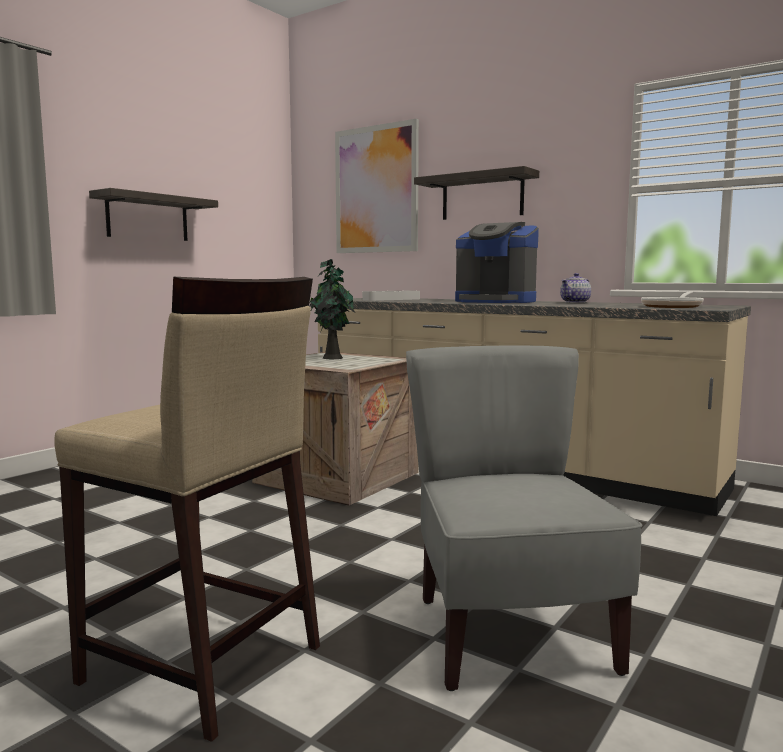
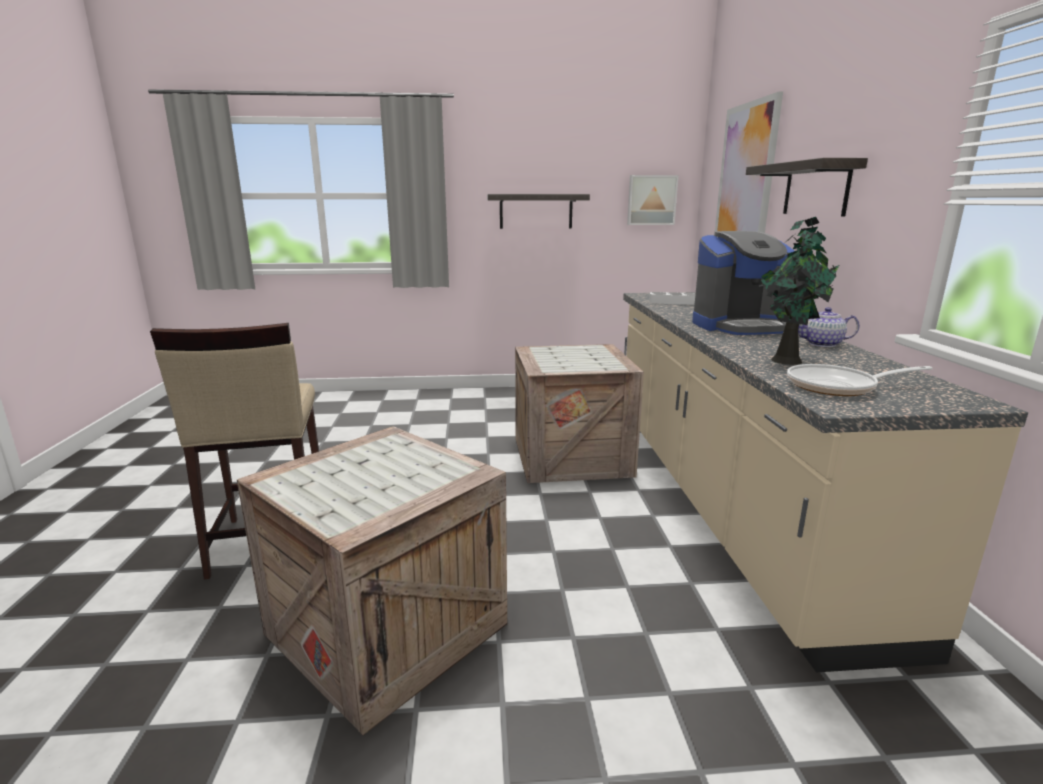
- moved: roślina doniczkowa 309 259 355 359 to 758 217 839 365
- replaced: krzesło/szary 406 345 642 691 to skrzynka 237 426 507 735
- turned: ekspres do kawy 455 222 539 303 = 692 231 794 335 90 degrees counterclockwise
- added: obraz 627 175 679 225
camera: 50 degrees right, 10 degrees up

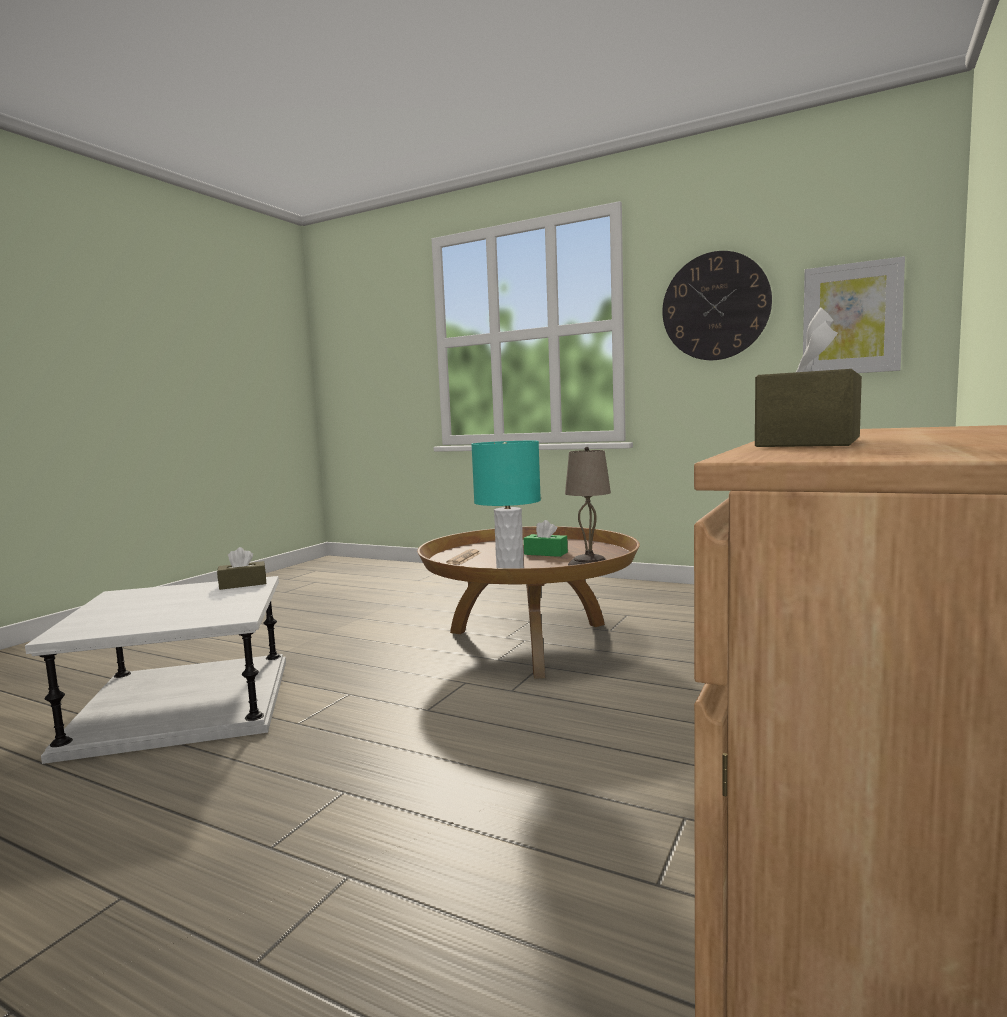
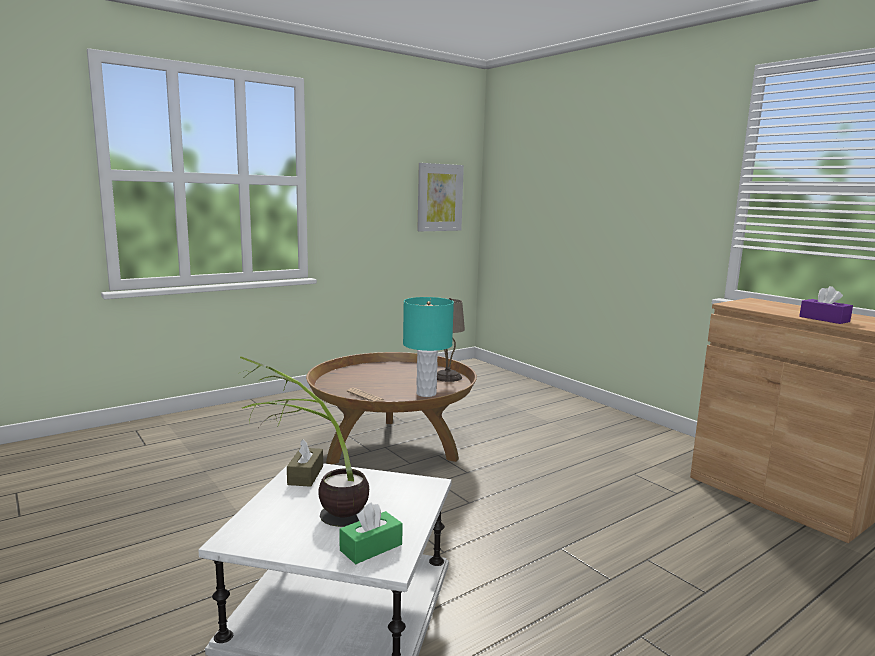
- moved: pudełko chusteczek/zielony 523 520 568 557 to 339 502 403 564
- removed: zegar ścienny 662 251 772 360
- recoloured: pudełko chusteczek/brązowy 755 308 862 447 to pudełko chusteczek/fioletowy 799 286 853 324
- added: roślina doniczkowa 238 356 369 527
camera: 65 degrees left, 5 degrees up

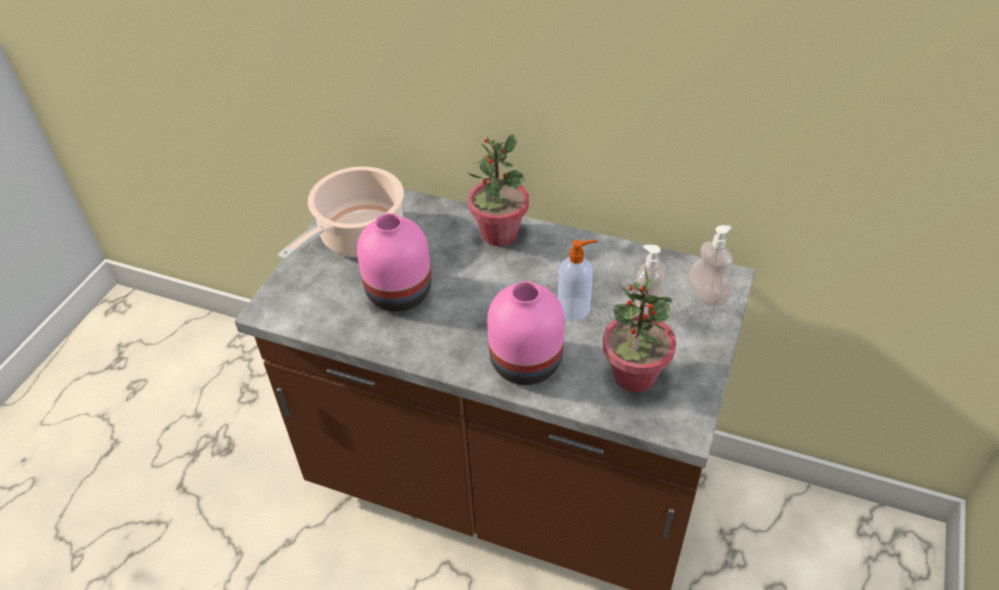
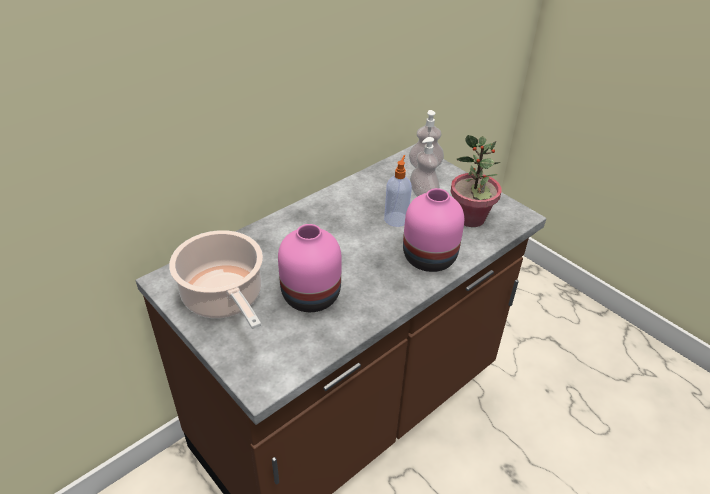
- removed: roślina doniczkowa 467 134 529 246
camera: 65 degrees left, 5 degrees down

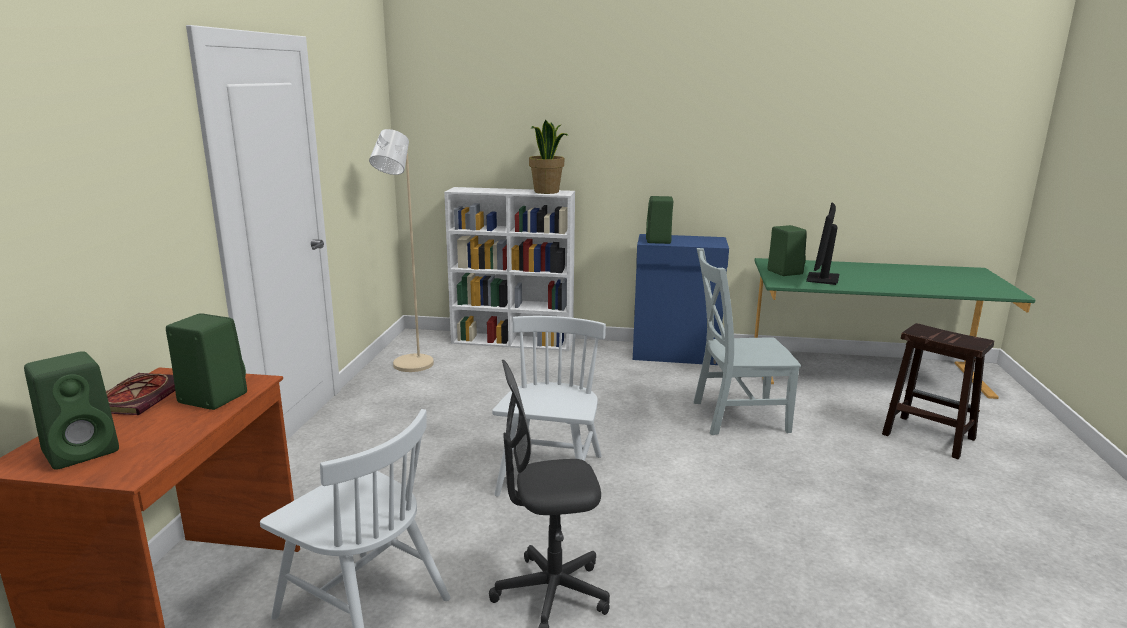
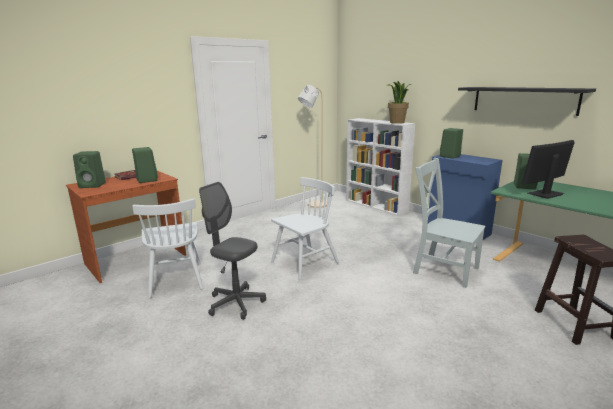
- added: półka/czarny 458 87 596 116
camera: 40 degrees right, 0 degrees up

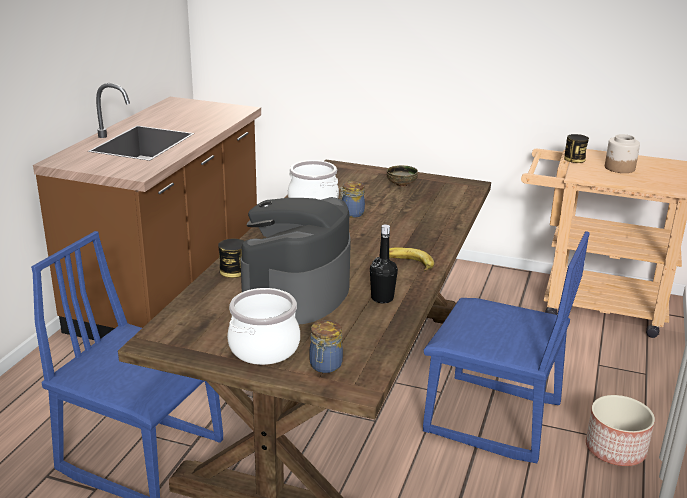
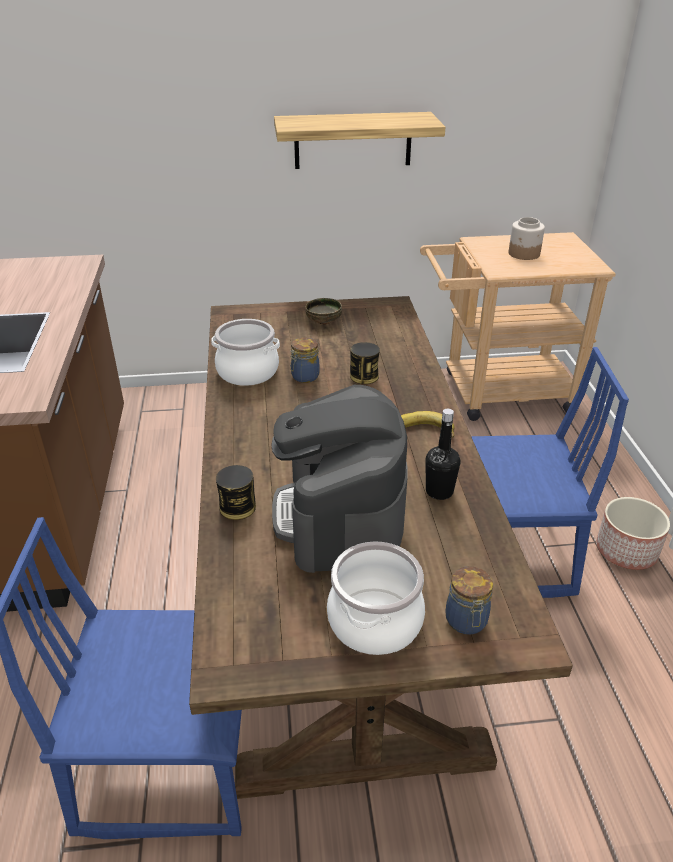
- moved: puszka 564 134 589 163 to 350 342 380 384
- added: półka 274 112 445 169
camera: 25 degrees left, 10 degrees up

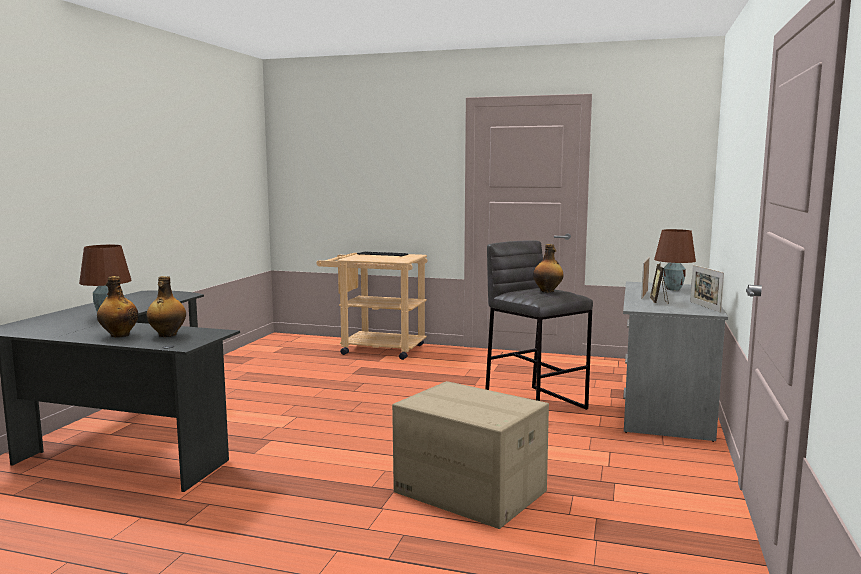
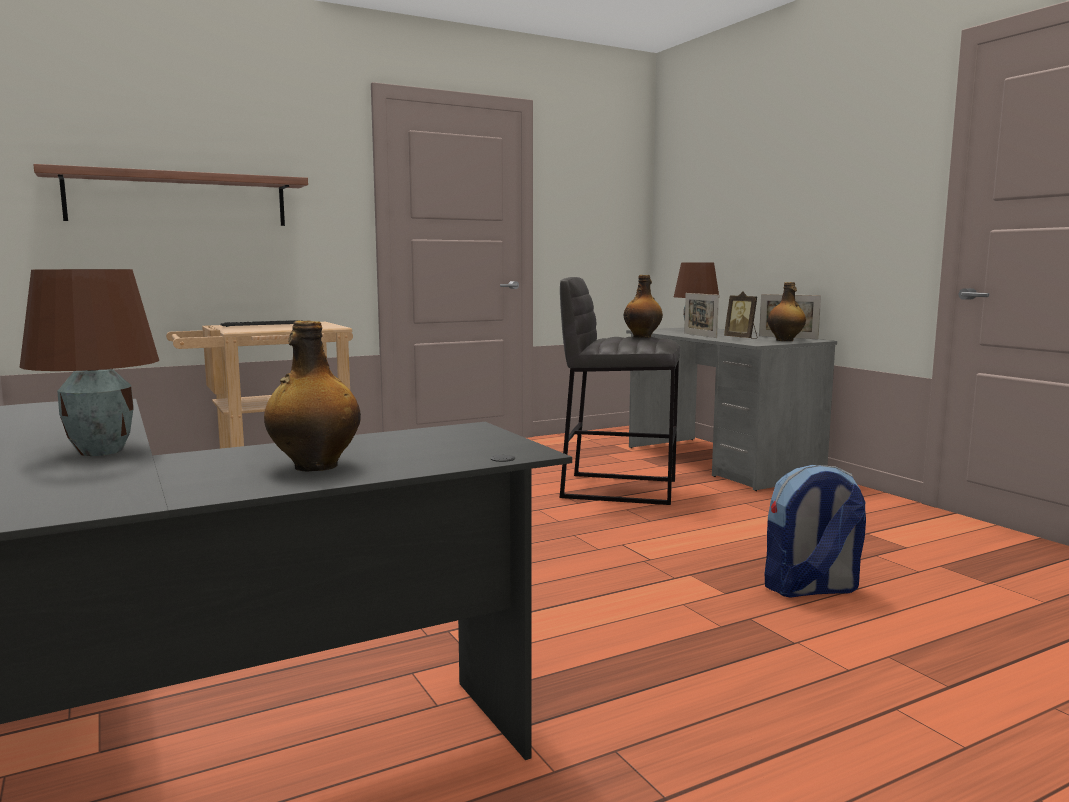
- moved: butelka 146 276 186 337 to 768 282 806 341
- replaced: karton 392 381 549 529 to plecak 765 465 866 598
- added: półka 33 164 308 226
camera: 45 degrees left, 0 degrees up

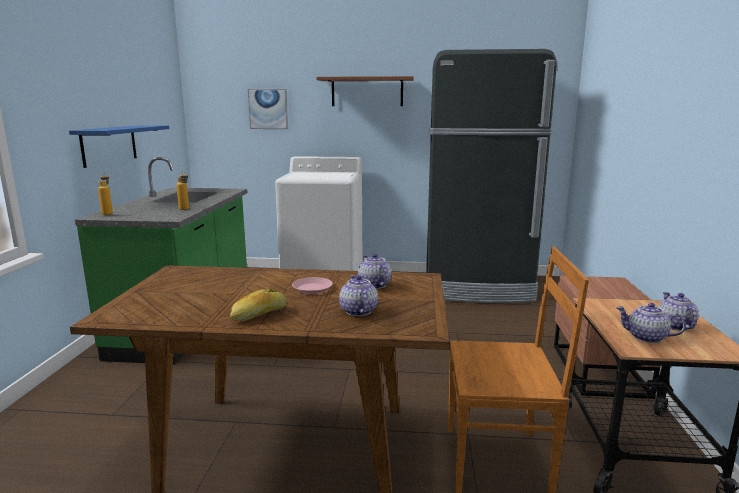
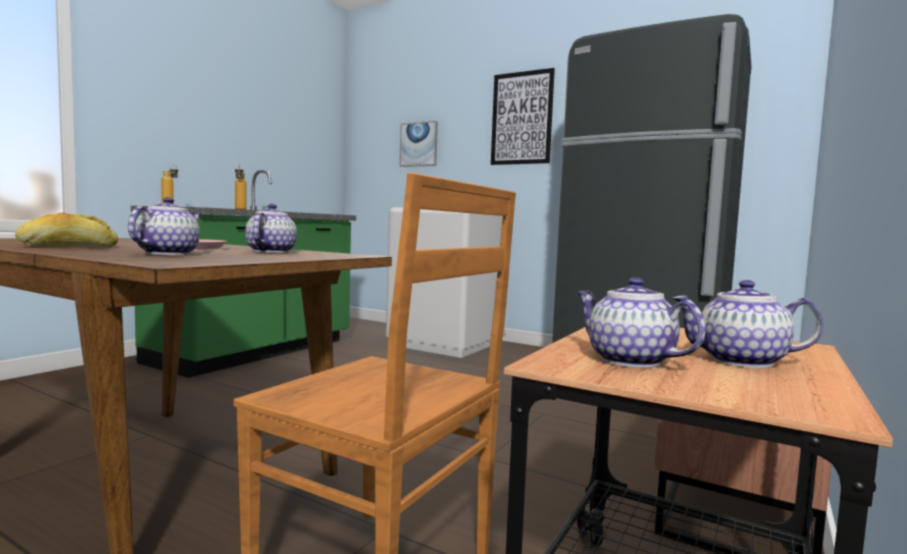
- removed: półka/niebieski 69 125 169 168
- replaced: półka/brązowy 316 76 414 106 to obraz 491 68 555 165
- turned: imbryk 658 292 699 331 = 673 280 824 368 105 degrees counterclockwise
camera: 25 degrees right, 10 degrees down

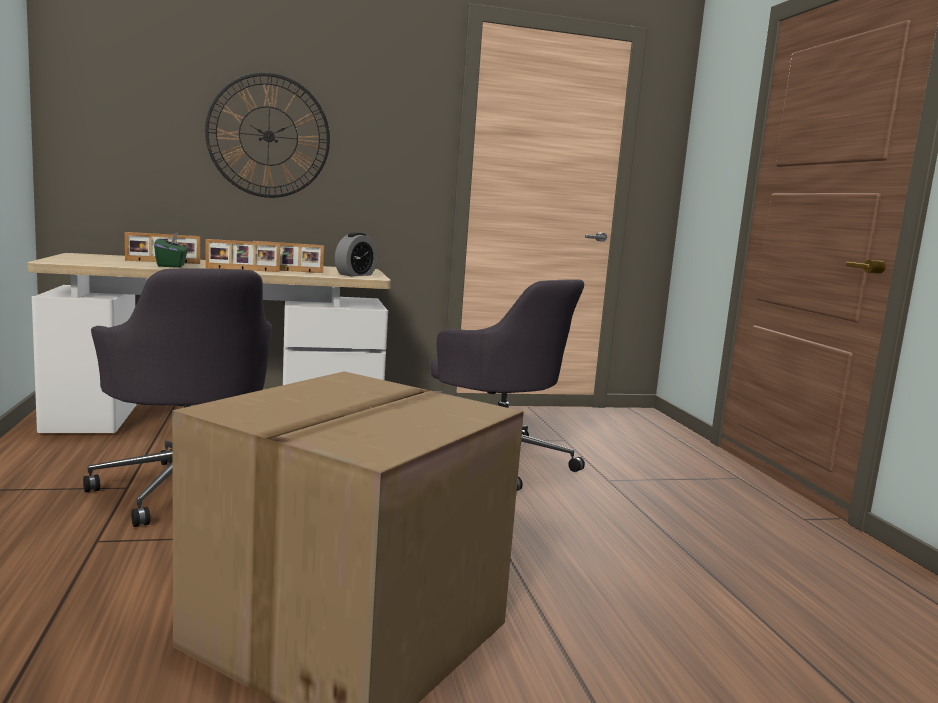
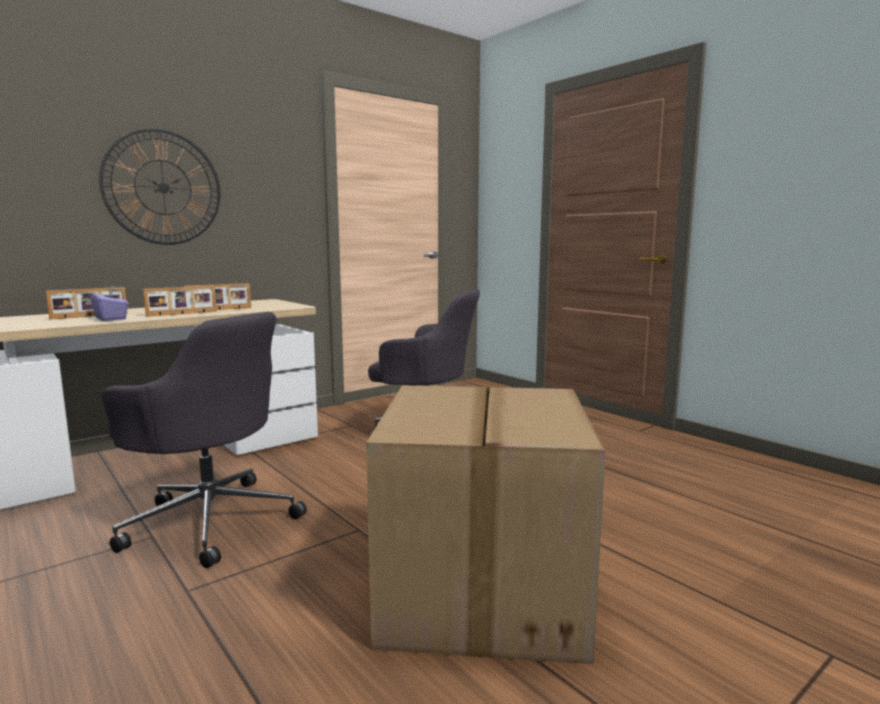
- recoloured: pudełko chusteczek/zielony 154 232 188 268 to pudełko chusteczek/fioletowy 90 286 128 321
- removed: budzik 335 232 378 276
camera: 25 degrees left, 0 degrees up

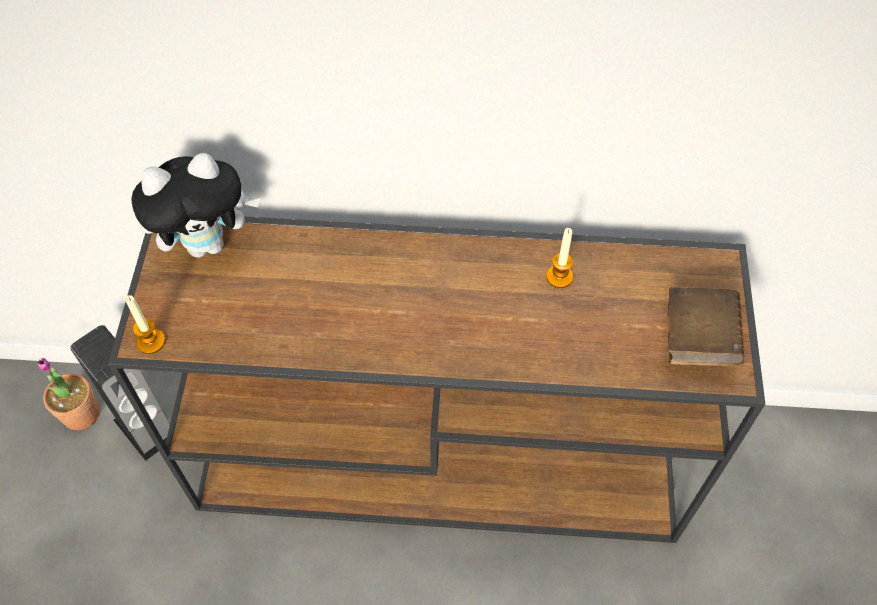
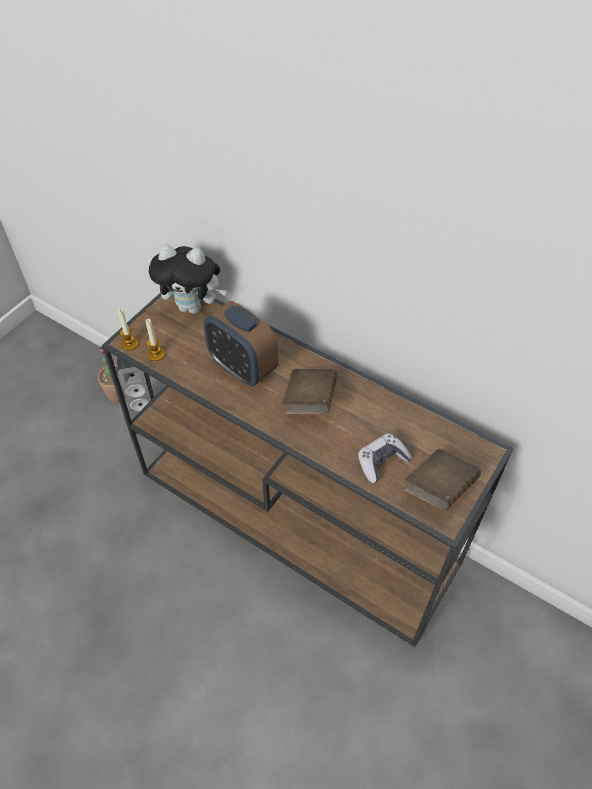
- moved: świeca 546 228 573 288 to 146 319 165 361
- added: budzik 204 301 278 386
- added: książka/brązowy 282 369 337 414
- added: pad do gier 358 433 412 483
camera: 30 degrees right, 5 degrees down

